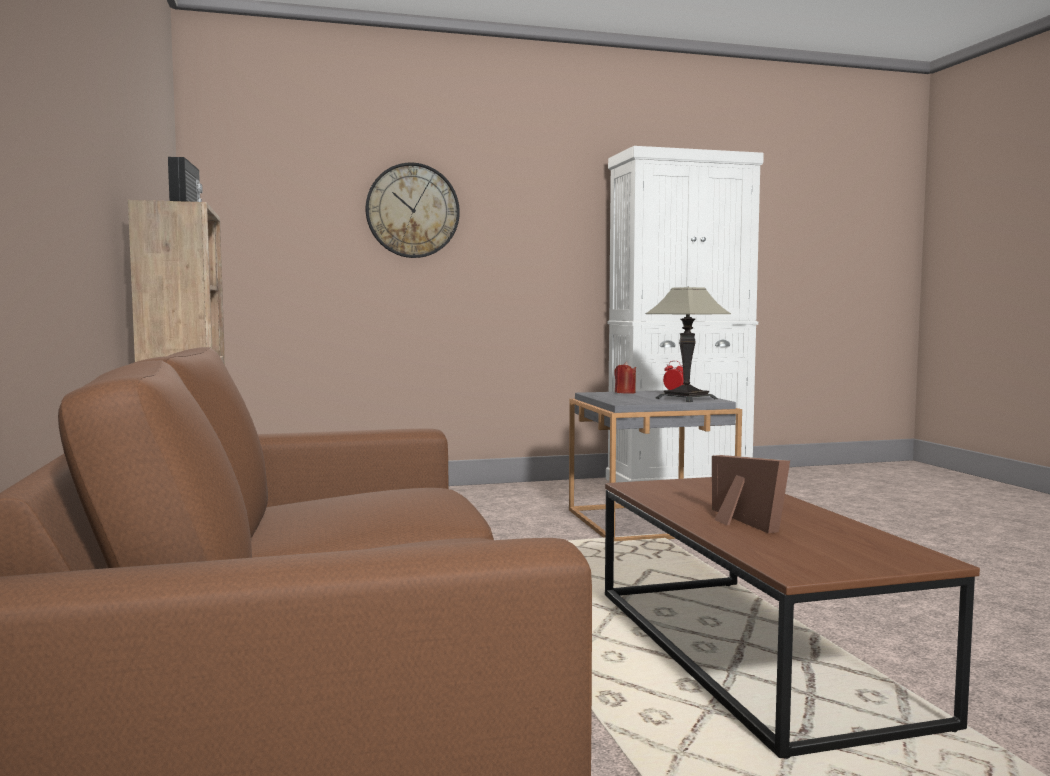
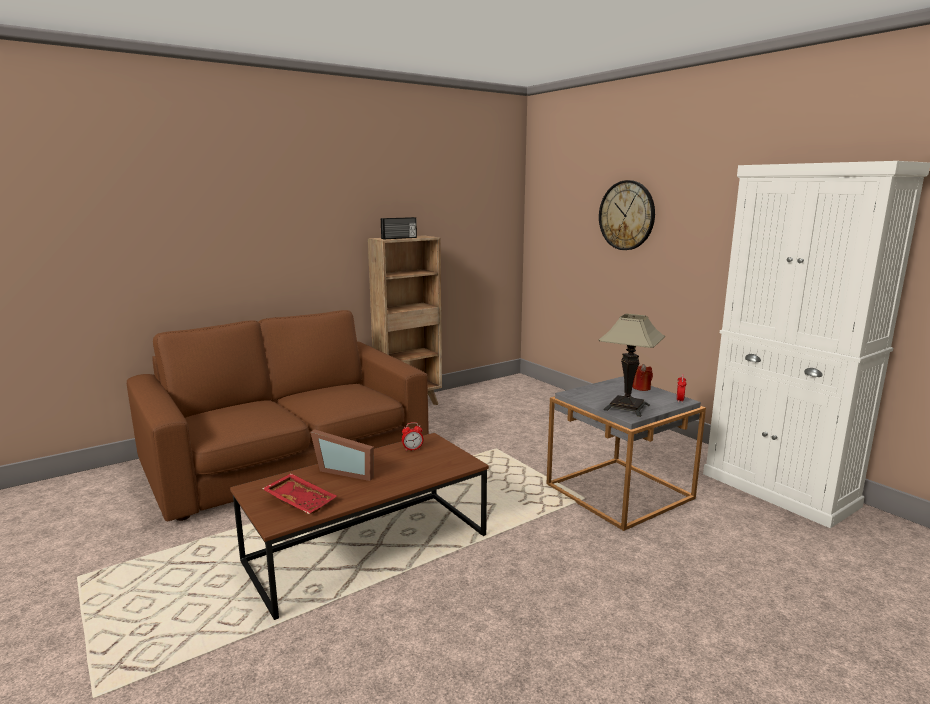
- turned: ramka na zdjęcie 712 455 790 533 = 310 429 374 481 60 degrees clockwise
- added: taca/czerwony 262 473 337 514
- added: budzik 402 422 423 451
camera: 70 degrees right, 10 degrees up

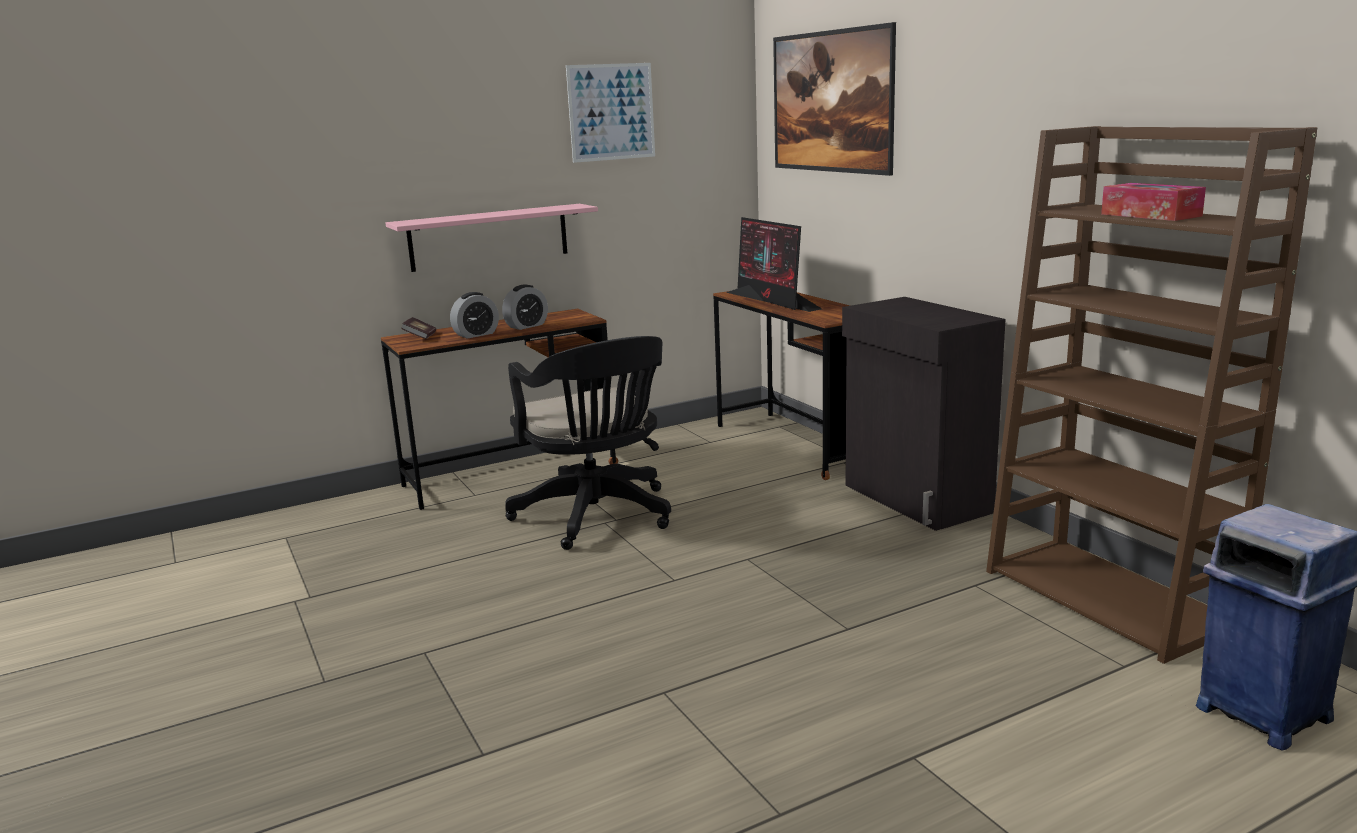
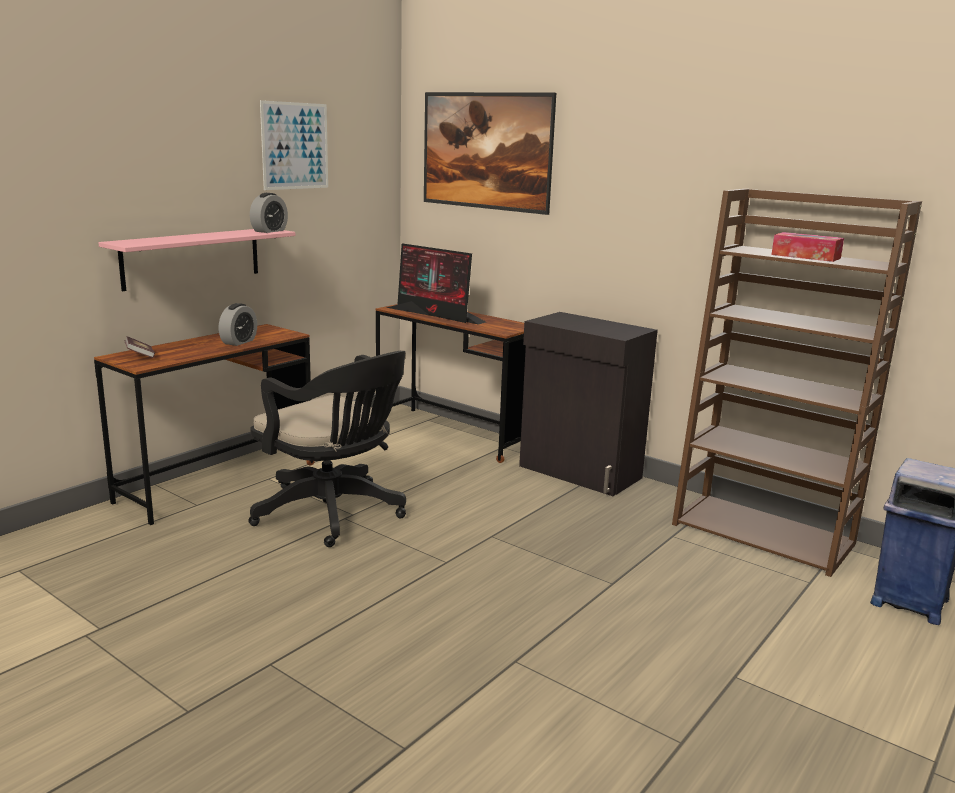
- moved: budzik 450 292 499 339 to 250 193 288 233
camera: 25 degrees left, 0 degrees up

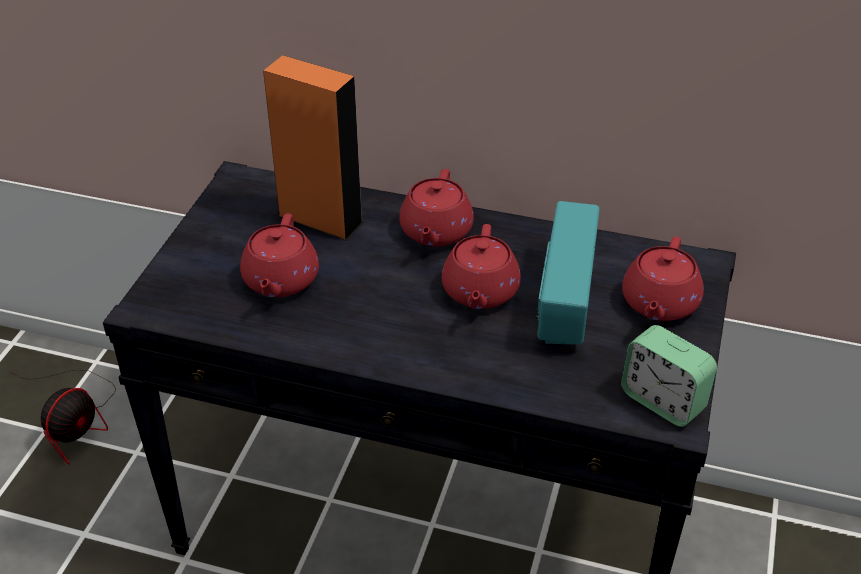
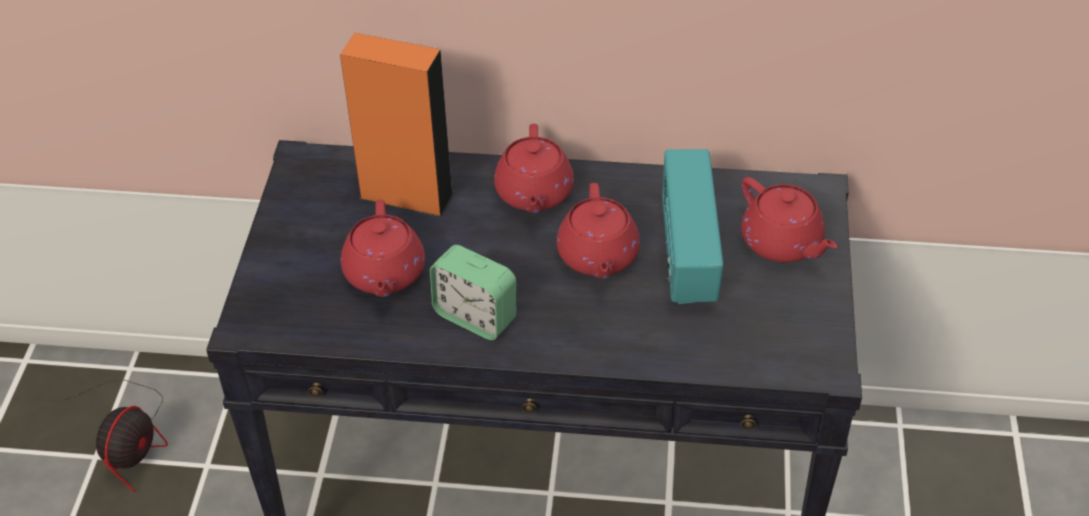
- moved: budzik 621 325 717 427 to 430 245 516 340
- turned: imbryk/czerwony 622 236 704 321 = 741 177 837 263 45 degrees counterclockwise
camera: 10 degrees left, 5 degrees up

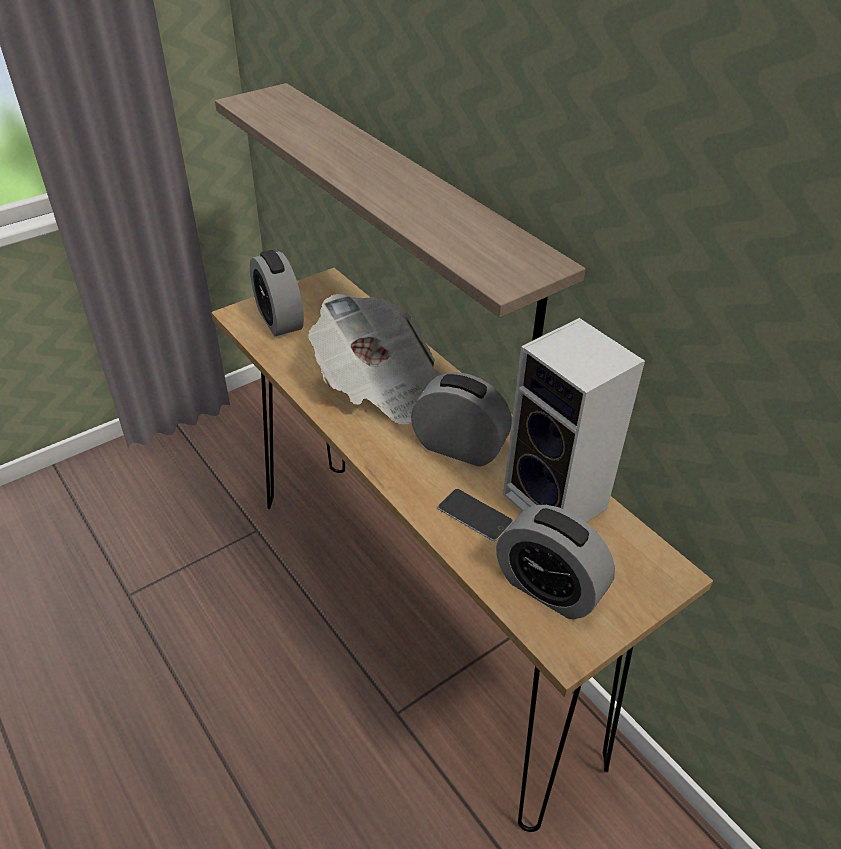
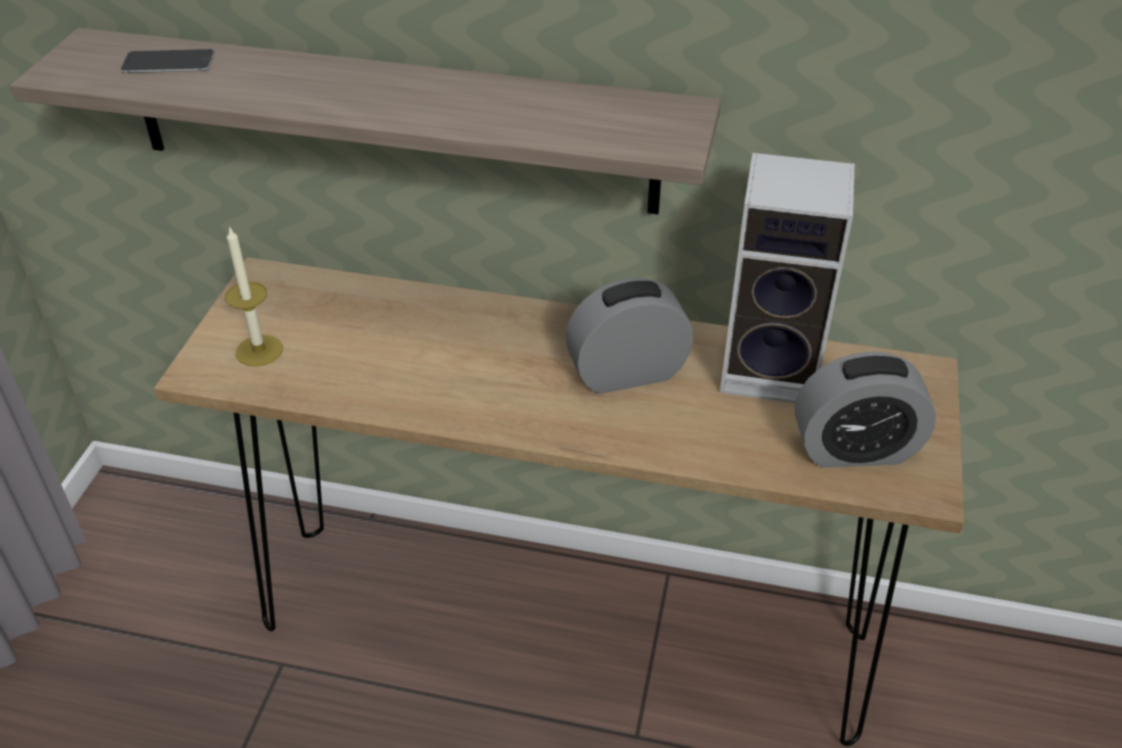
- replaced: budzik 250 250 304 336 to świeca 225 226 283 367
- removed: gazeta 308 293 441 425
- moved: telefon 438 489 513 541 to 120 49 215 73
camera: 40 degrees left, 0 degrees up

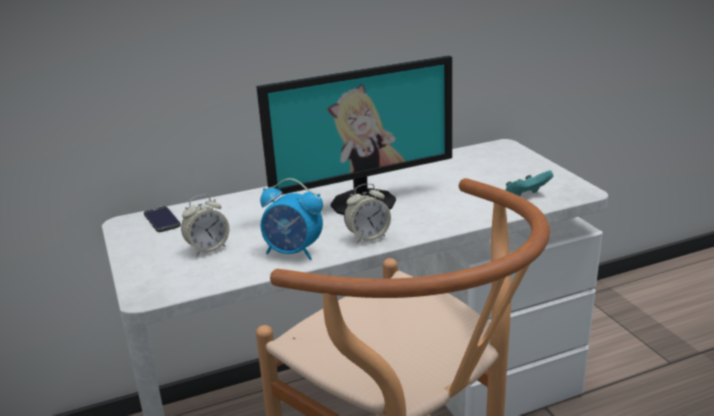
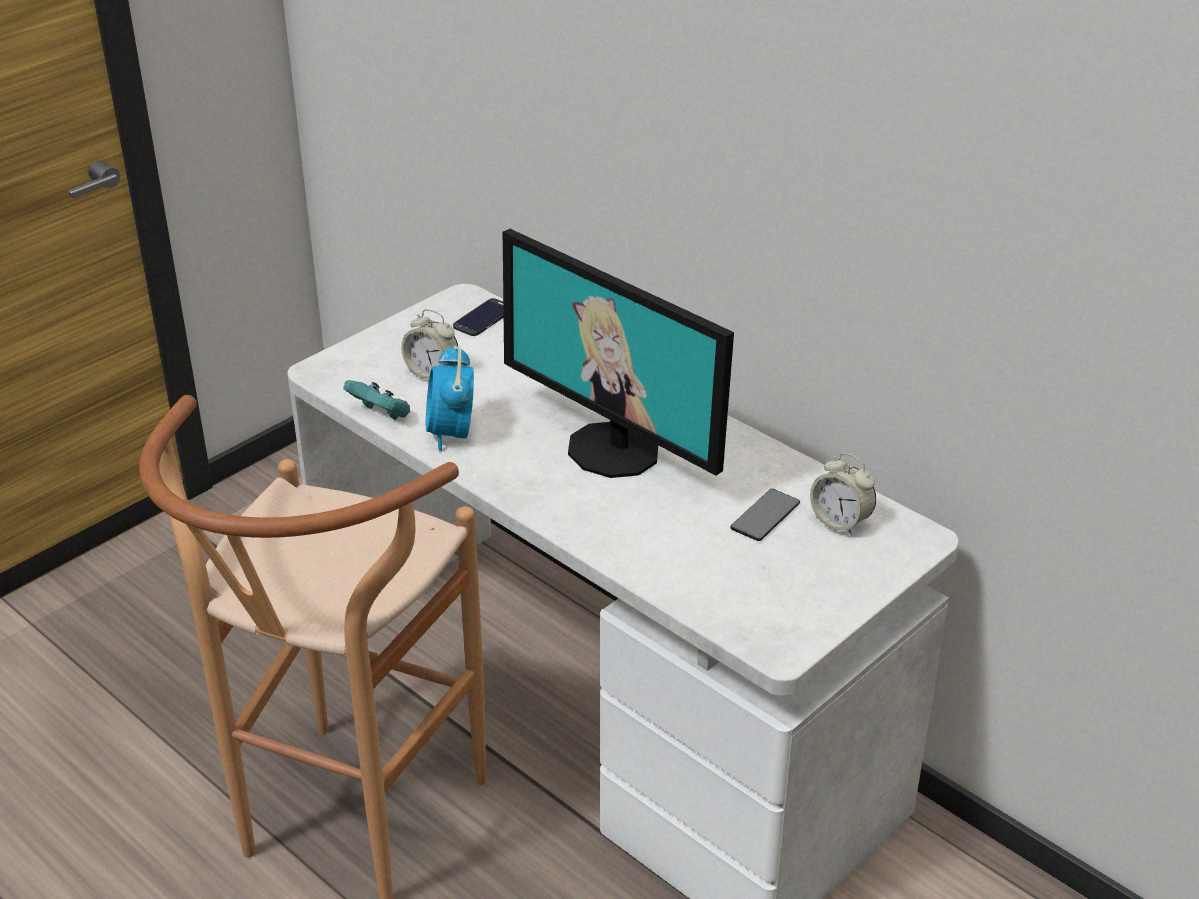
- moved: budzik 344 183 391 243 to 810 453 876 536
- moved: pad do gier/turkusowy 506 170 553 196 to 343 380 410 420
- added: telefon 730 489 800 541
camera: 65 degrees right, 10 degrees up

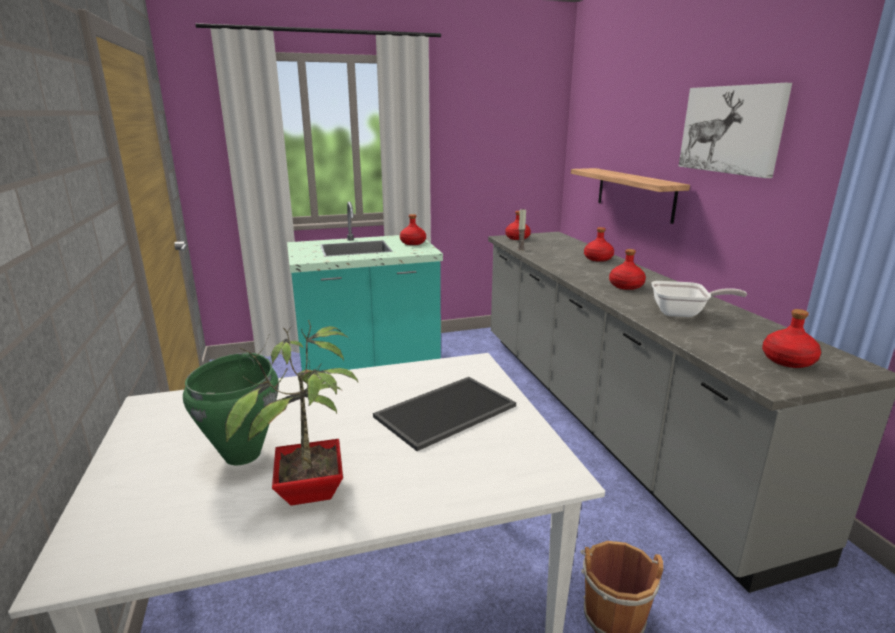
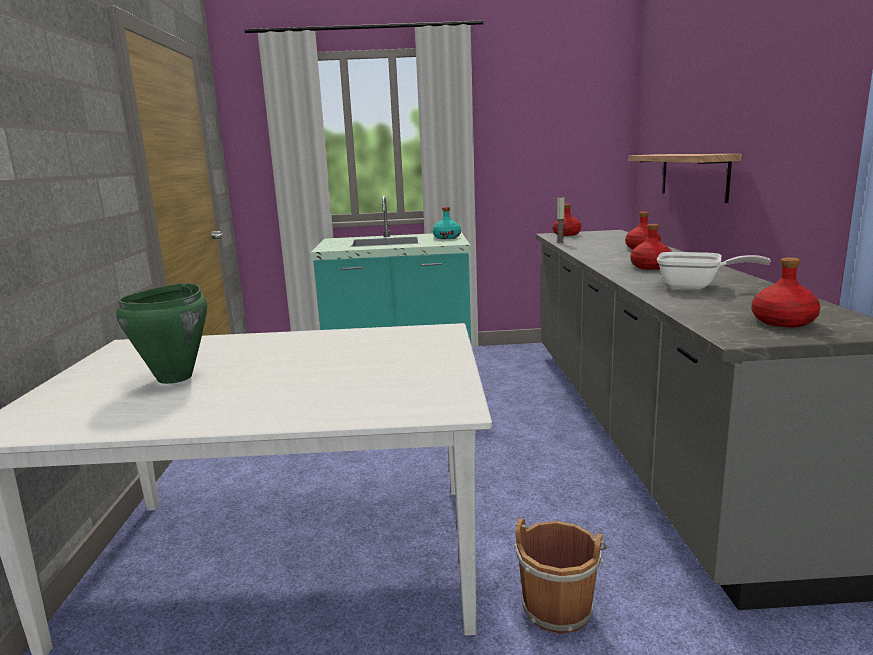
- removed: roślina doniczkowa 225 320 358 506
- removed: taca 373 377 516 451
- recoloured: butelka/czerwony 400 214 426 245 to butelka/turkusowy 433 207 461 239
- removed: obraz 678 83 792 178
camera: 15 degrees right, 5 degrees down

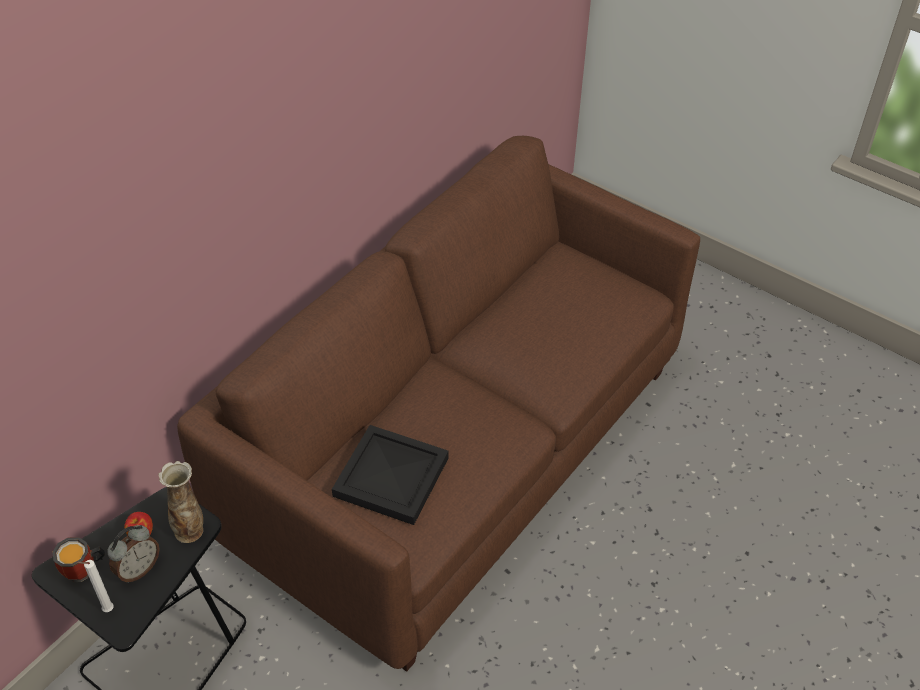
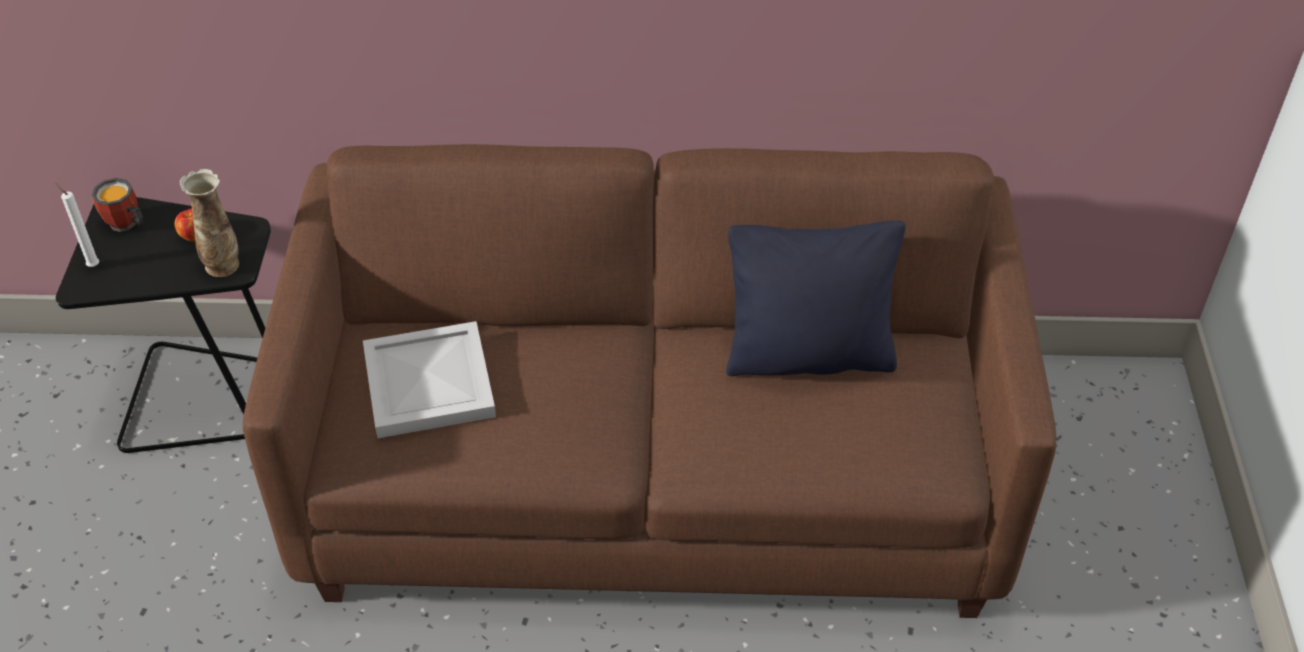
- removed: budzik 107 525 160 583
- recoloured: taca/czarny 332 425 449 525 to taca/biały 363 321 496 438
- added: poduszka/czarny 726 220 906 376
camera: 55 degrees right, 0 degrees up

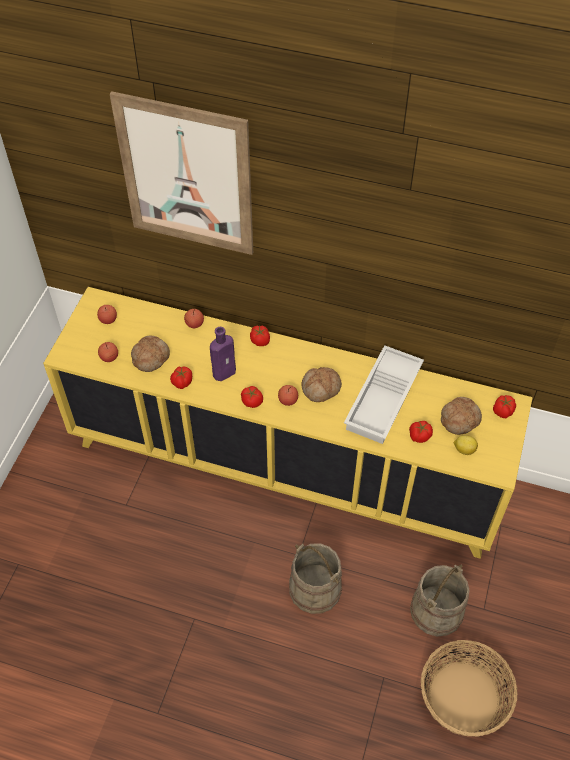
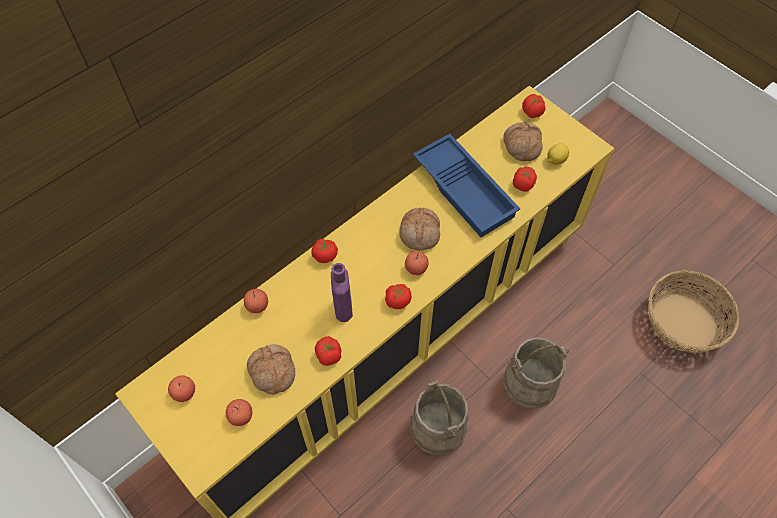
- removed: obraz 110 91 253 255
- recoloured: taca/biały 344 345 424 444 to taca/niebieski 413 134 520 237
- moved: wiadro/beżowy 410 565 470 637 to 411 378 468 456
camera: 60 degrees left, 5 degrees up

